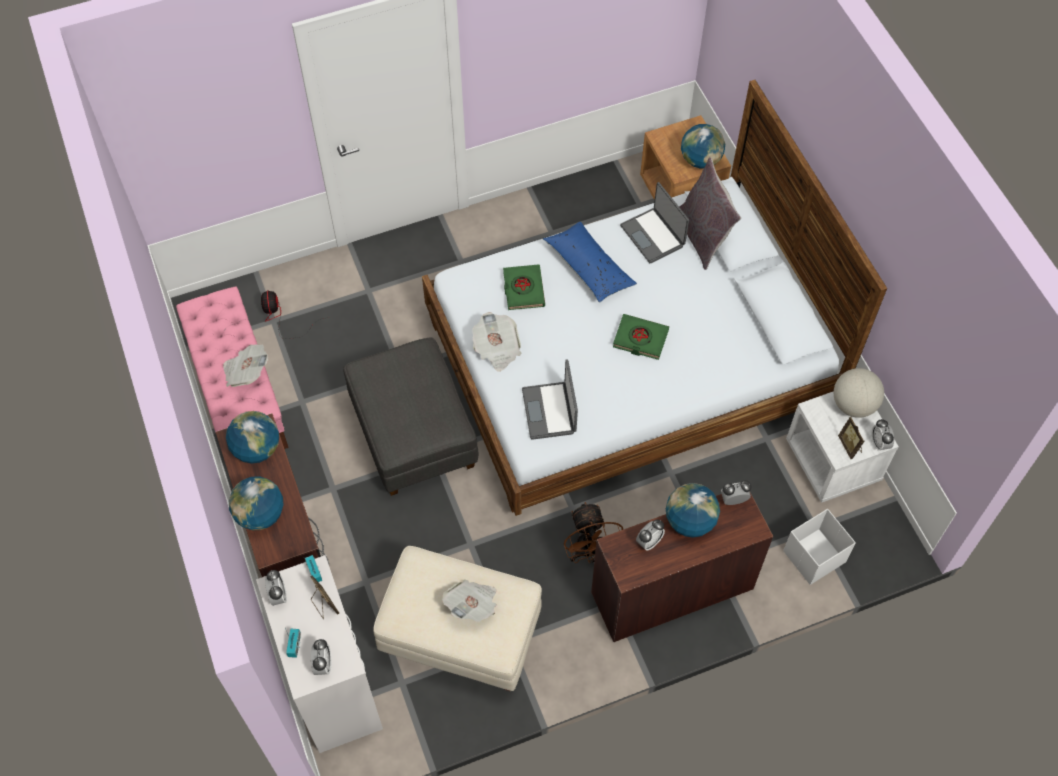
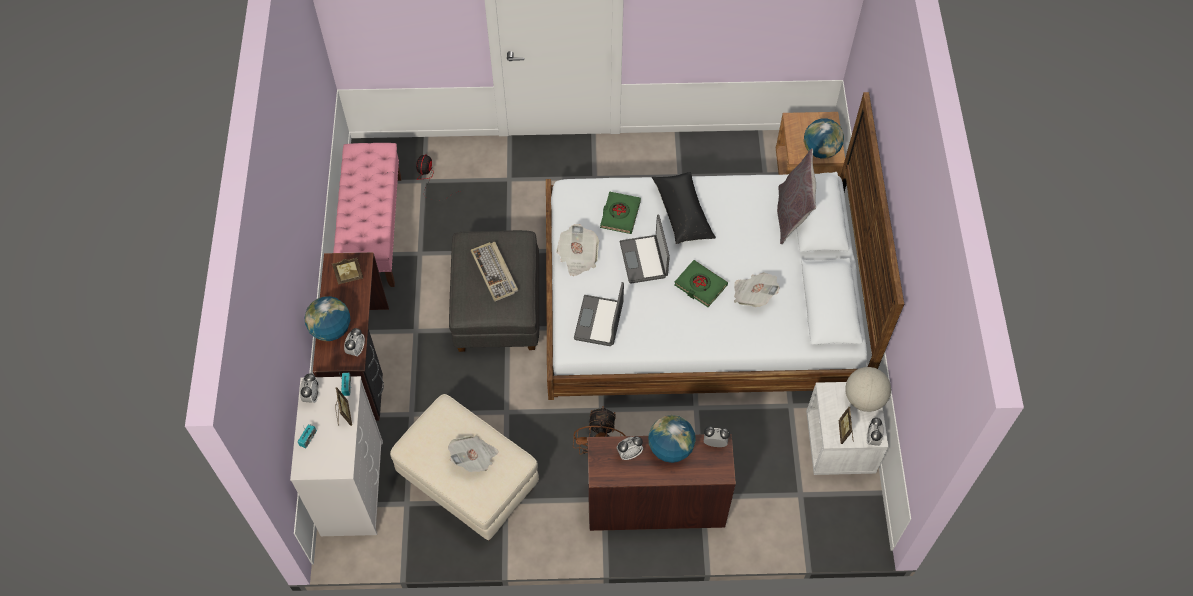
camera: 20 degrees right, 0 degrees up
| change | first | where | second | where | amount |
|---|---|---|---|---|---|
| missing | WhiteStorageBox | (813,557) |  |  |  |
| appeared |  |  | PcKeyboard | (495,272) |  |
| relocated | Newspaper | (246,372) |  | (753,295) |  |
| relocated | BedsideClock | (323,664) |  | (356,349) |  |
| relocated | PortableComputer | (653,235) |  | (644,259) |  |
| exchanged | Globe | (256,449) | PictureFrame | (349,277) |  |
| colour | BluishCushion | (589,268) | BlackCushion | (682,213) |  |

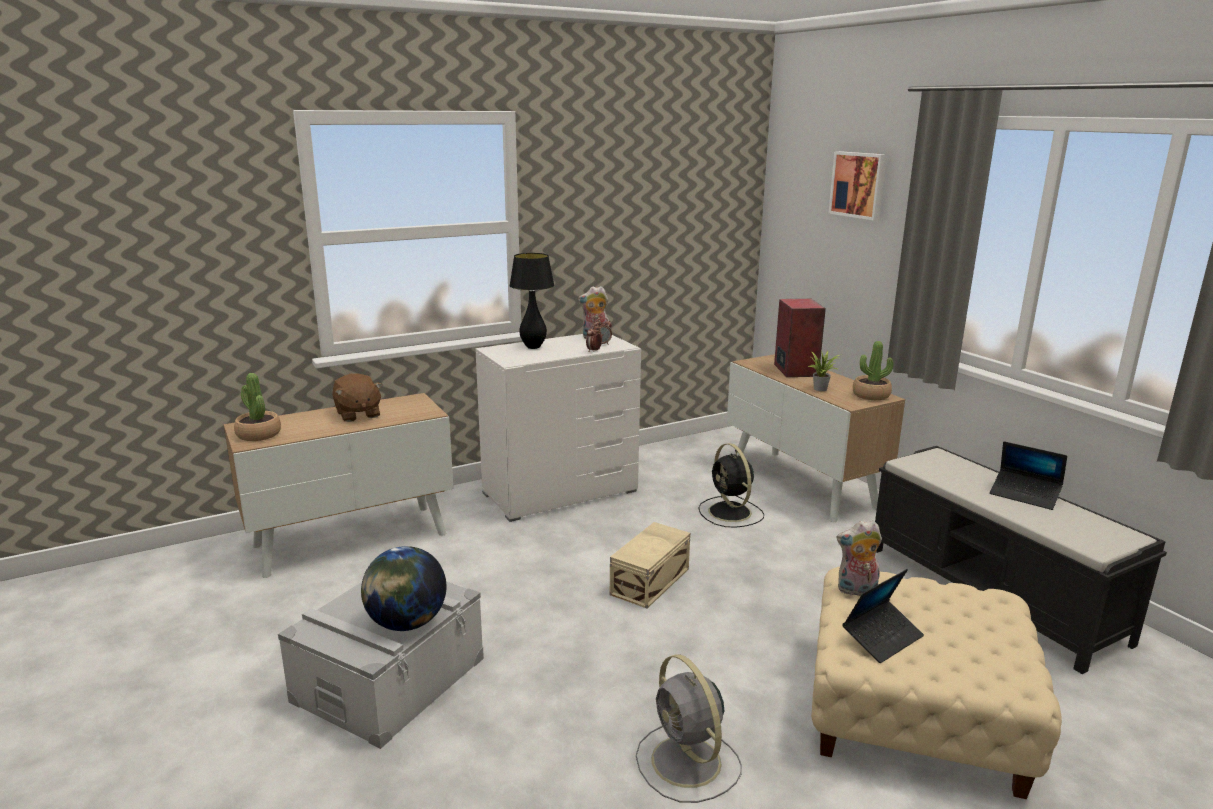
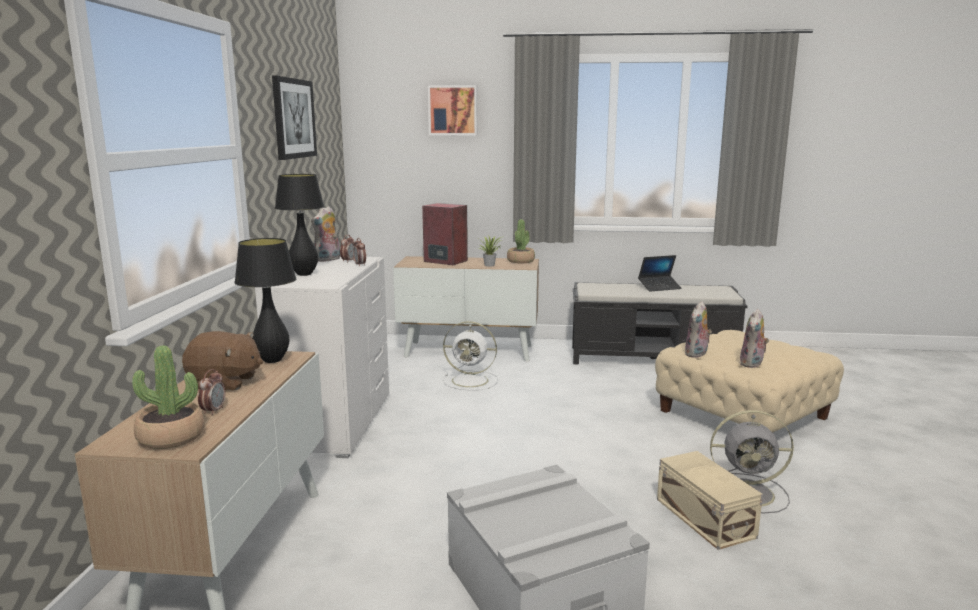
camera: 55 degrees left, 5 degrees down
| change | first | where | second | where | amount |
|---|---|---|---|---|---|
| missing | Globe | (406,623) |  |  |  |
| appeared |  |  | BedsideClock | (213,411) |  |
| appeared |  |  | BlackTabletopLamp | (273,360) |  |
| appeared |  |  | WallArt | (293,118) |  |
| relocated | BeigeColouredStorageBox | (652,581) |  | (705,517) |  |
| exchanged | PortableComputer | (882,637) | SoftToy | (752,364) |  |
| colour | BlackElectricFan | (730,513) | WhiteElectricFan | (471,381) |  |

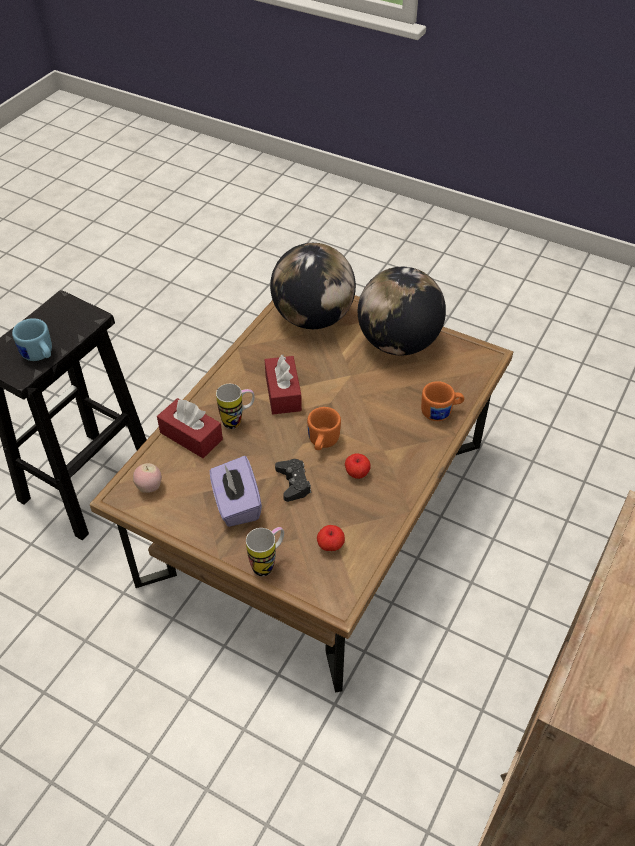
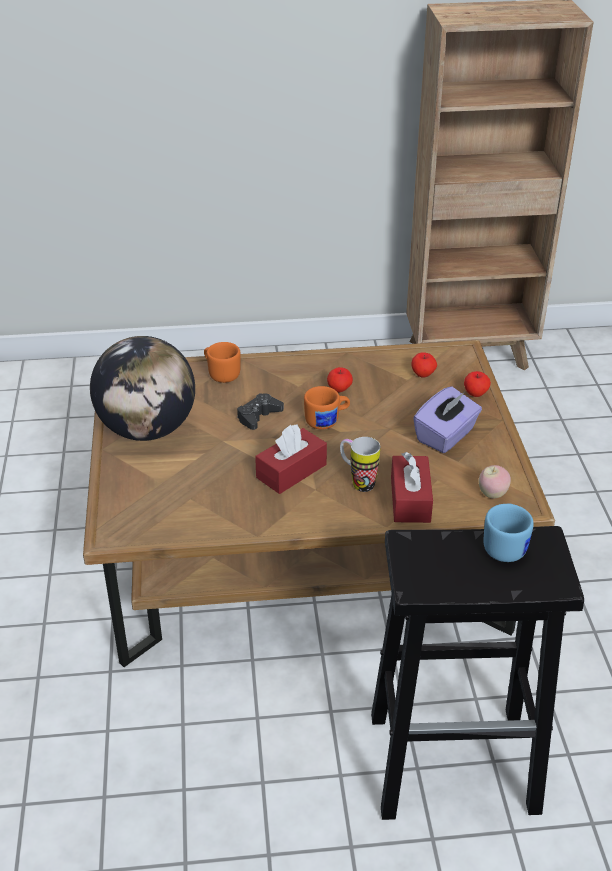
camera: 125 degrees left, 10 degrees down
| change | first | where | second | where | amount |
|---|---|---|---|---|---|
| missing | Globe | (313,318) |  |  |  |
| relocated | BlackGamepad | (293,483) |  | (258,416) |  |
| exchanged | TeaMug | (268,563) | Apple | (476,393) |  |

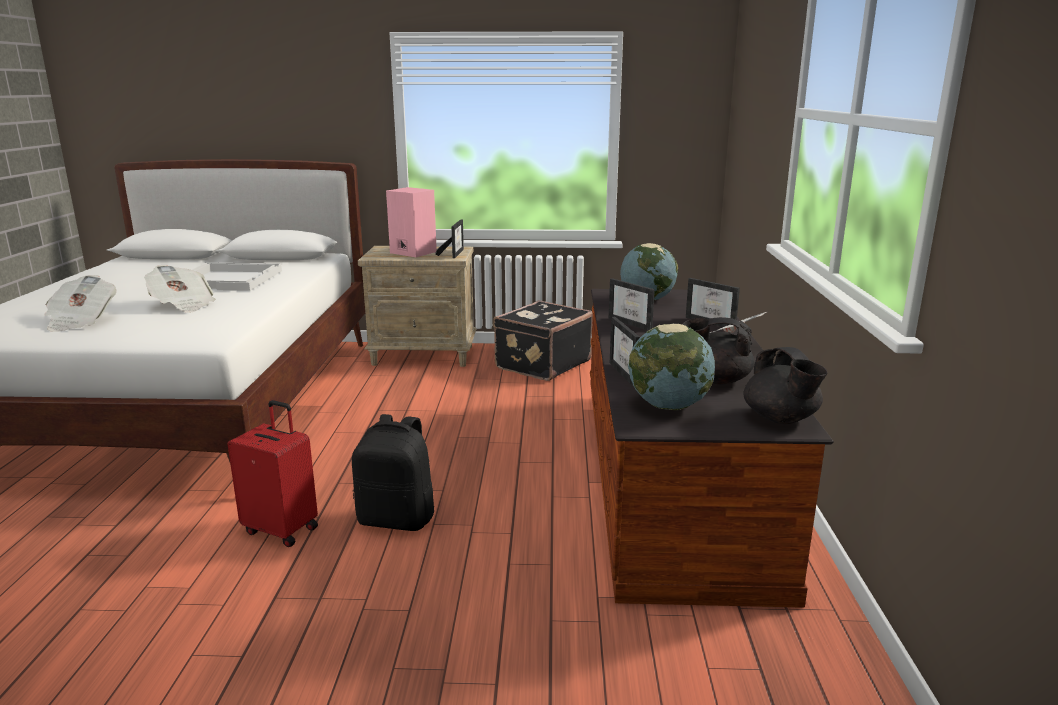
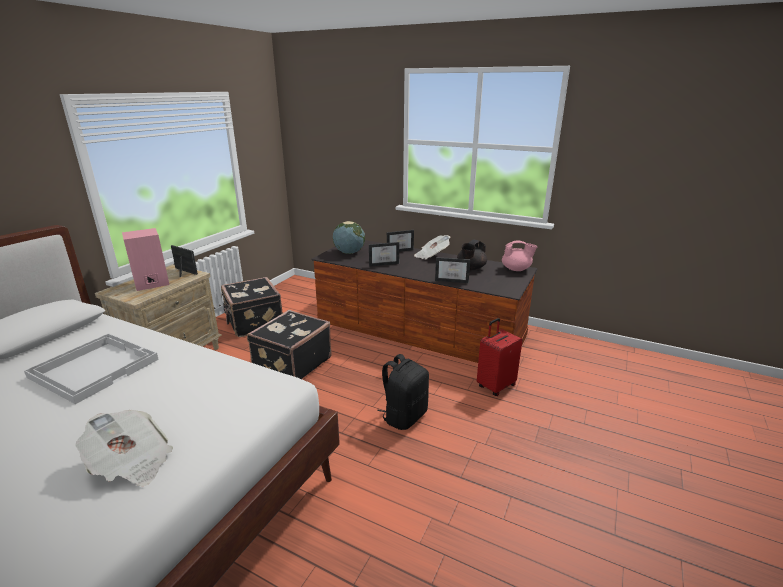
camera: 65 degrees left, 5 degrees up
| change | first | where | second | where | amount |
|---|---|---|---|---|---|
| missing | Newspaper | (183,305) |  |  |  |
| missing | Globe | (668,406) |  |  |  |
| appeared |  |  | BlackTravelCase | (291,364) |  |
| relocated | RedColouredTravelCase | (282,529) |  | (495,386) |  |
| colour | BlackPotForTea | (781,419) | PinkPotForTea | (516,269) |  |

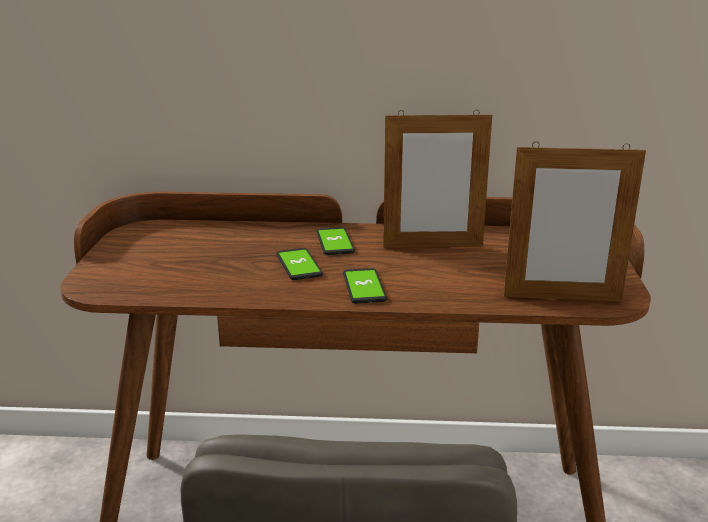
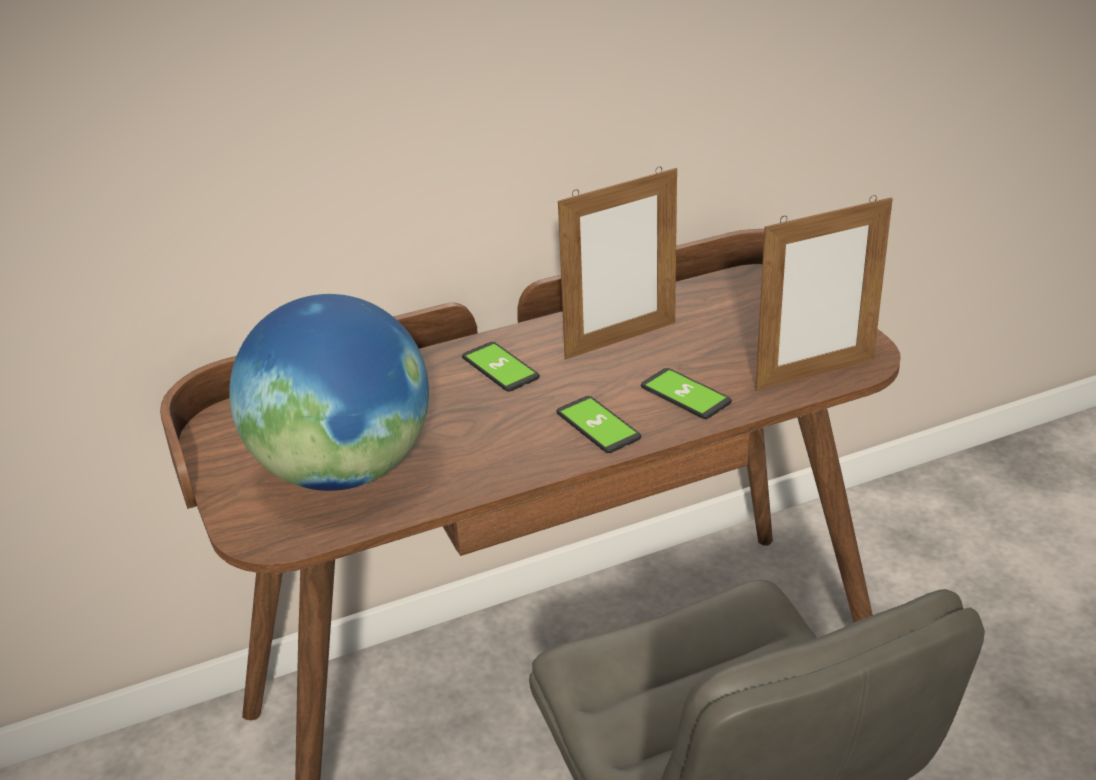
camera: 25 degrees left, 10 degrees up
| change | first | where | second | where | amount |
|---|---|---|---|---|---|
| appeared |  |  | Globe | (343,470) |  |
| relocated | Telephone | (299,265) |  | (685,395) |  |

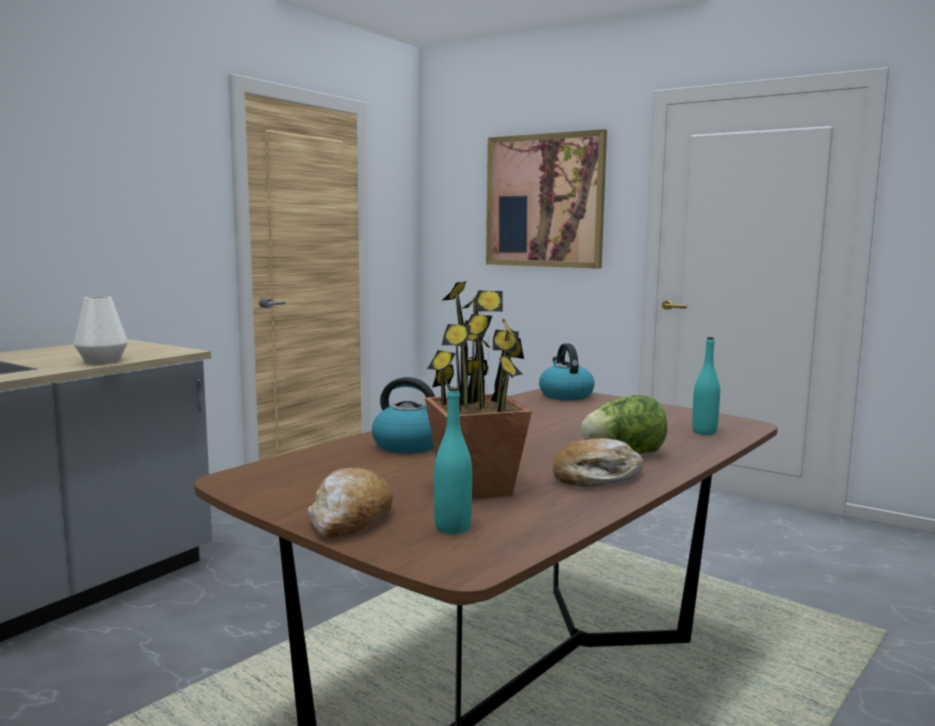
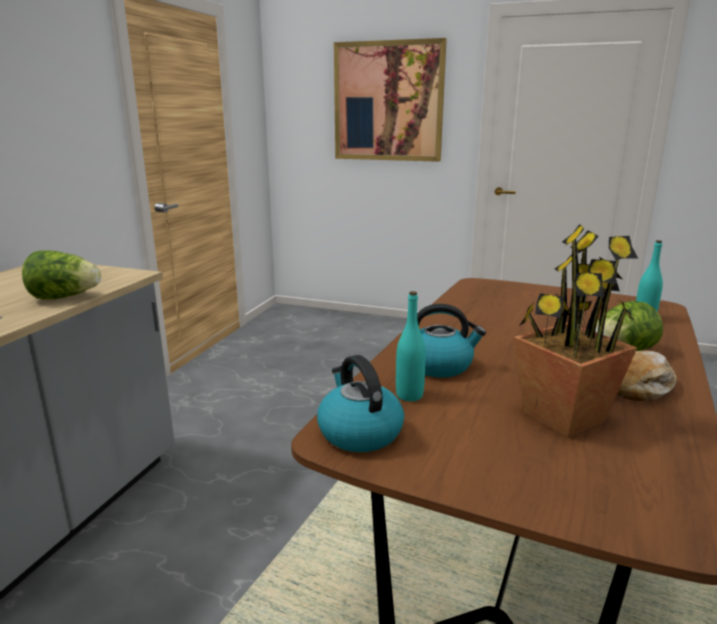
camera: 15 degrees left, 10 degrees up
| change | first | where | second | where | amount |
|---|---|---|---|---|---|
| missing | BakedBread | (350,518) |  |  |  |
| relocated | TurquoiseBottle | (452,528) |  | (409,395) |  |
| relocated | TeaKettle | (565,395) |  | (359,432) |  |
| exchanged | WhiteDecorativeVase | (102,361) | HeadOfLettuce | (65,297) |  |

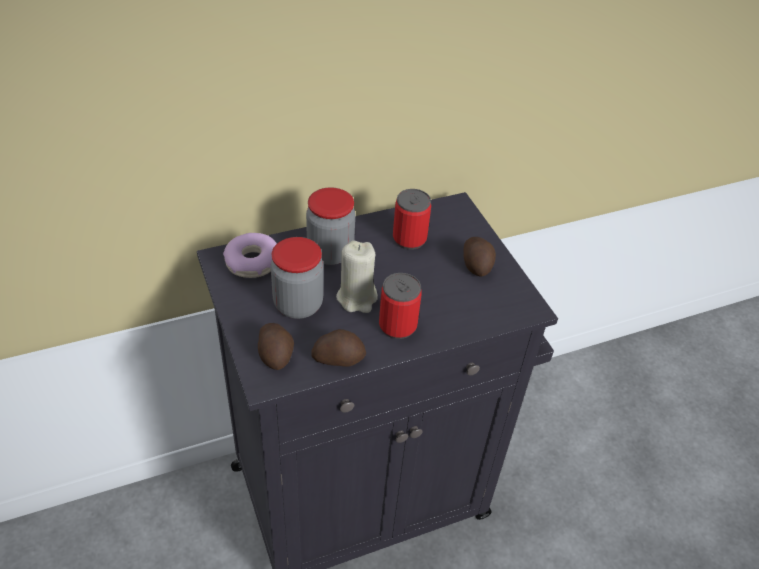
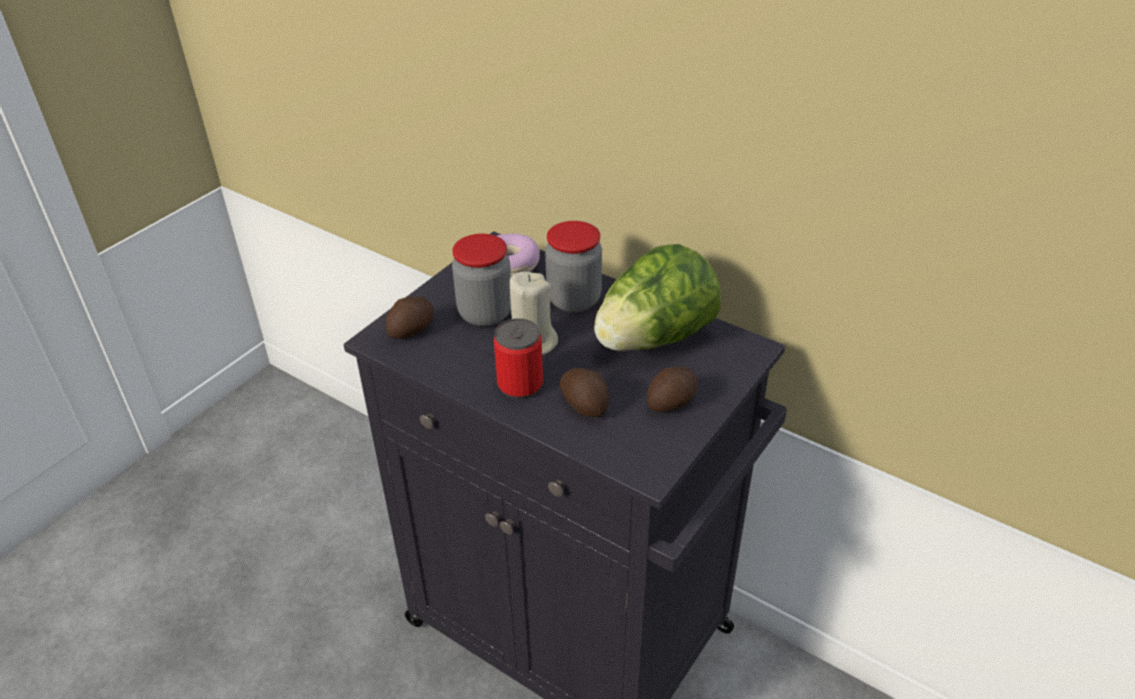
camera: 60 degrees right, 5 degrees down
| change | first | where | second | where | amount |
|---|---|---|---|---|---|
| relocated | WholePotato | (338,358) |  | (585,403) |  |
| exchanged | MetalCan | (409,239) | HeadOfLettuce | (654,338) |  |

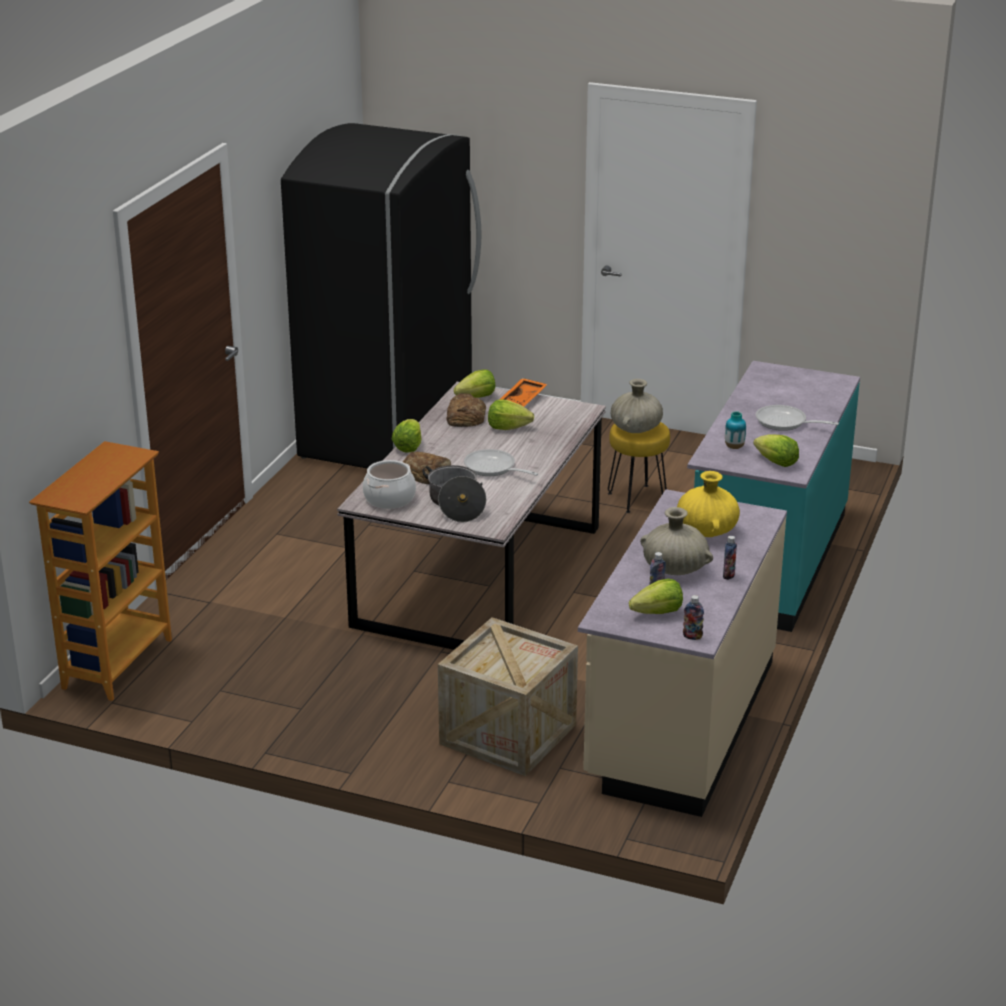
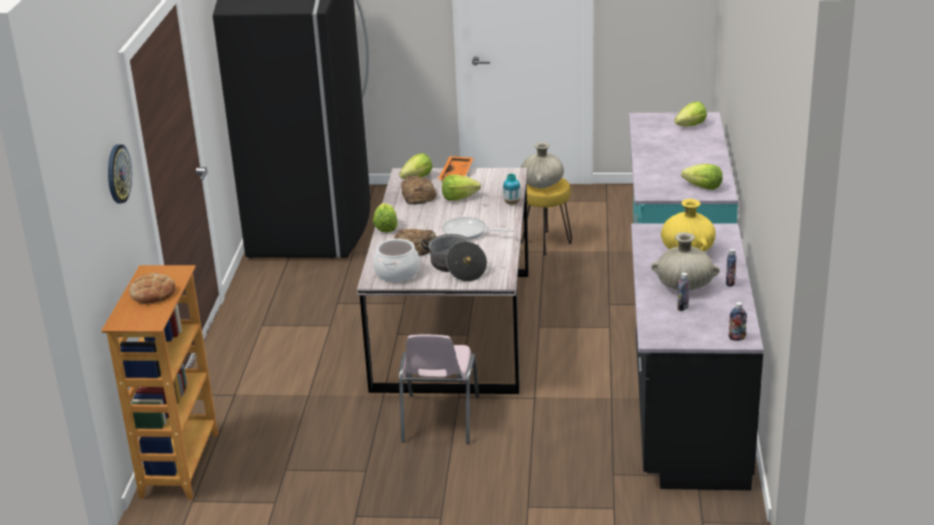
camera: 15 degrees left, 0 degrees up
| change | first | where | second | where | amount |
|---|---|---|---|---|---|
| missing | Crate | (508,734) |  |  |  |
| missing | Skillet | (785,423) |  |  |  |
| appeared |  |  | ClockOnTheWall | (118,173) |  |
| appeared |  |  | BakedBread | (153,293) |  |
| appeared |  |  | PinkChair | (439,420) |  |
| relocated | HeadOfLettuce | (658,613) |  | (691,125) |  |
| relocated | DecorativeVase | (734,447) |  | (512,203) |  |
| colour | BeigeColouredKitchenCounter | (679,722) | BlackKitchenCounter | (686,415) |  |

